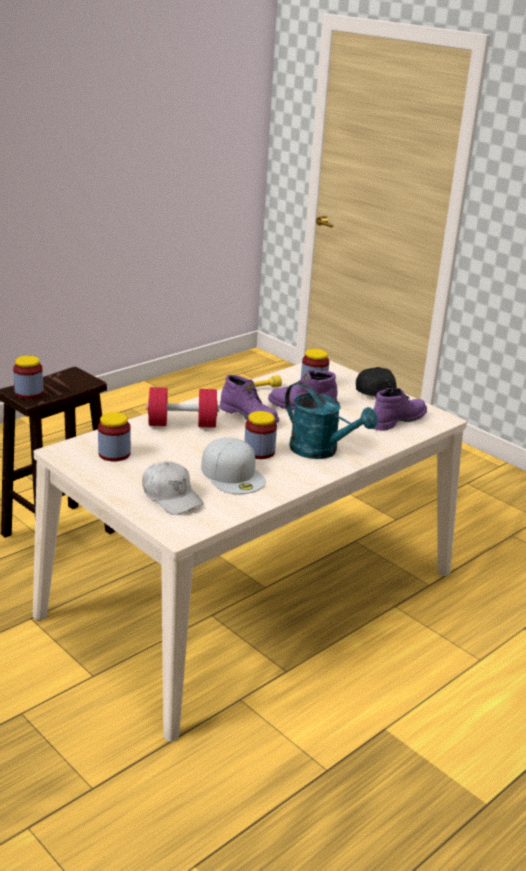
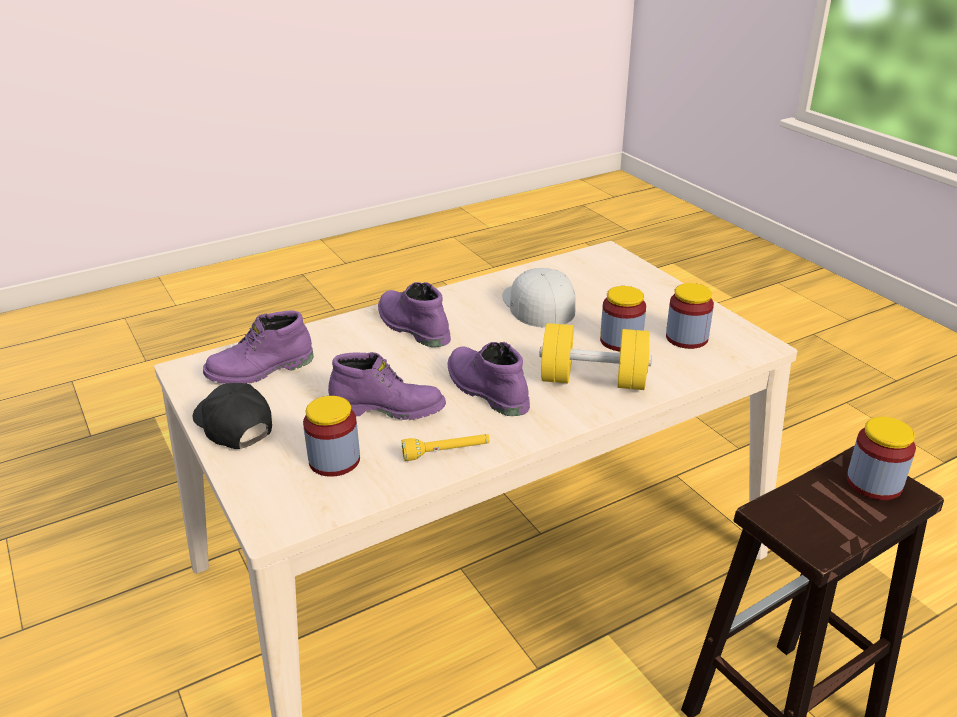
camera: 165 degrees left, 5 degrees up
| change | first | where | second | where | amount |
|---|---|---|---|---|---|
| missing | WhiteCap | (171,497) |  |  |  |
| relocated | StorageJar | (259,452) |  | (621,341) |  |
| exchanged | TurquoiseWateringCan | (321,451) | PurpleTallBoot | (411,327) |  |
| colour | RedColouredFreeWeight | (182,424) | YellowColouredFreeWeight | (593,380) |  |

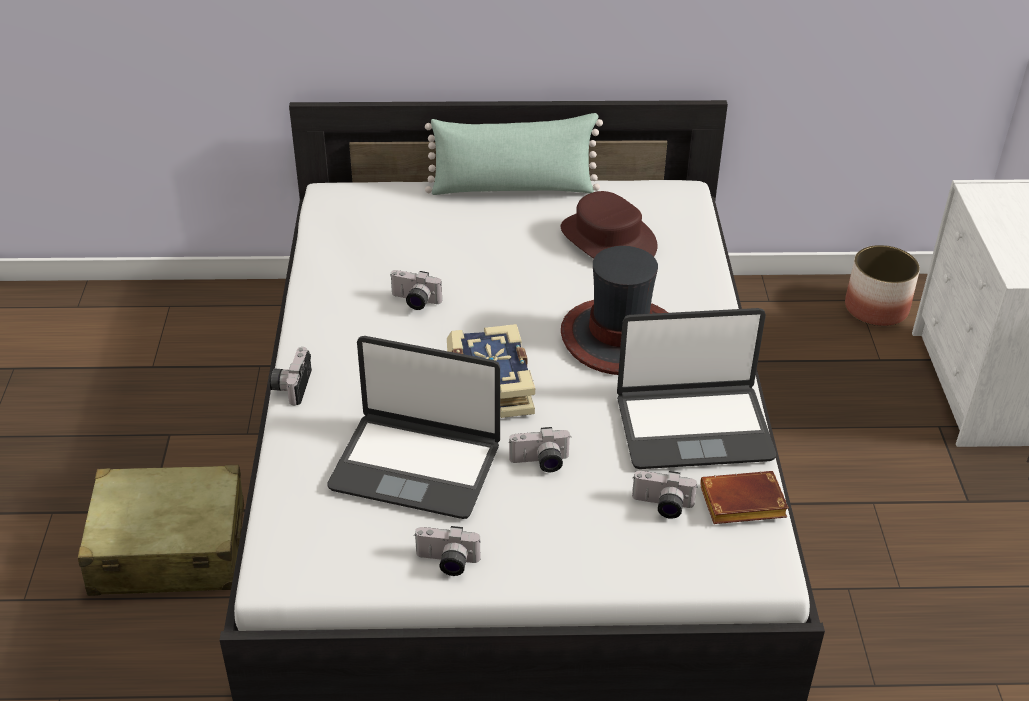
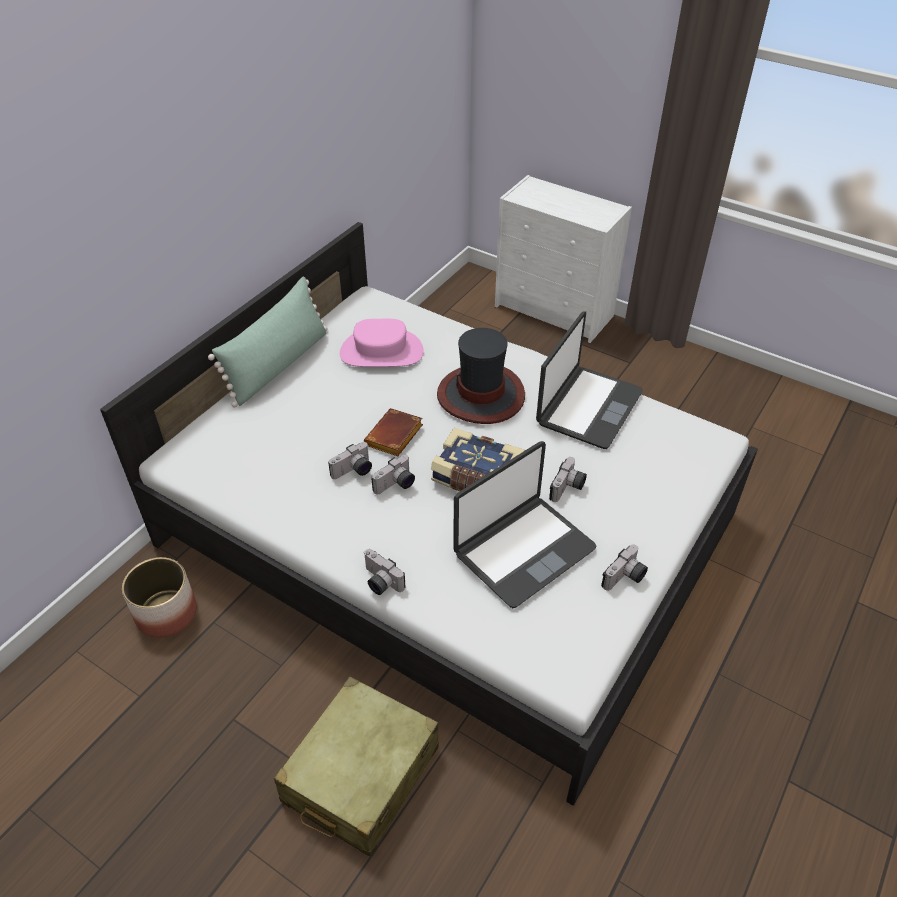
camera: 55 degrees left, 5 degrees up
| change | first | where | second | where | amount |
|---|---|---|---|---|---|
| relocated | PhotoCamera | (662,506) |  | (396,485) |  |
| relocated | BrownColouredBook | (740,505) |  | (394,437) |  |
| relocated | FlowerPot | (876,308) |  | (166,613) |  |
| colour | BrownColouredHat | (607,240) | PinkHat | (381,352) |  |

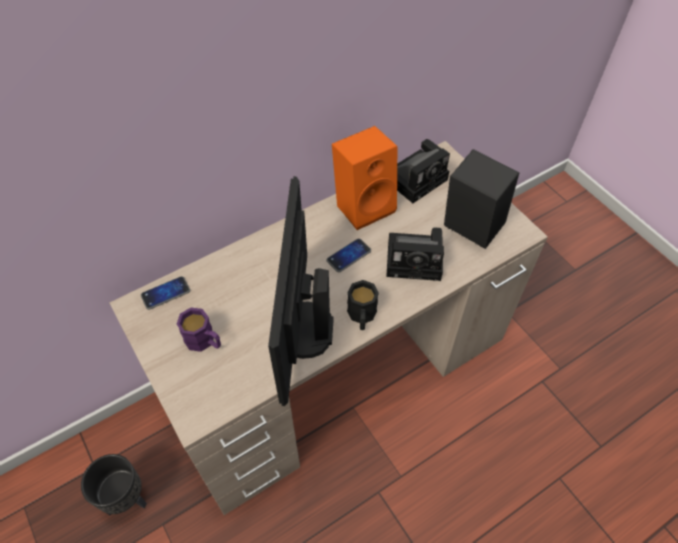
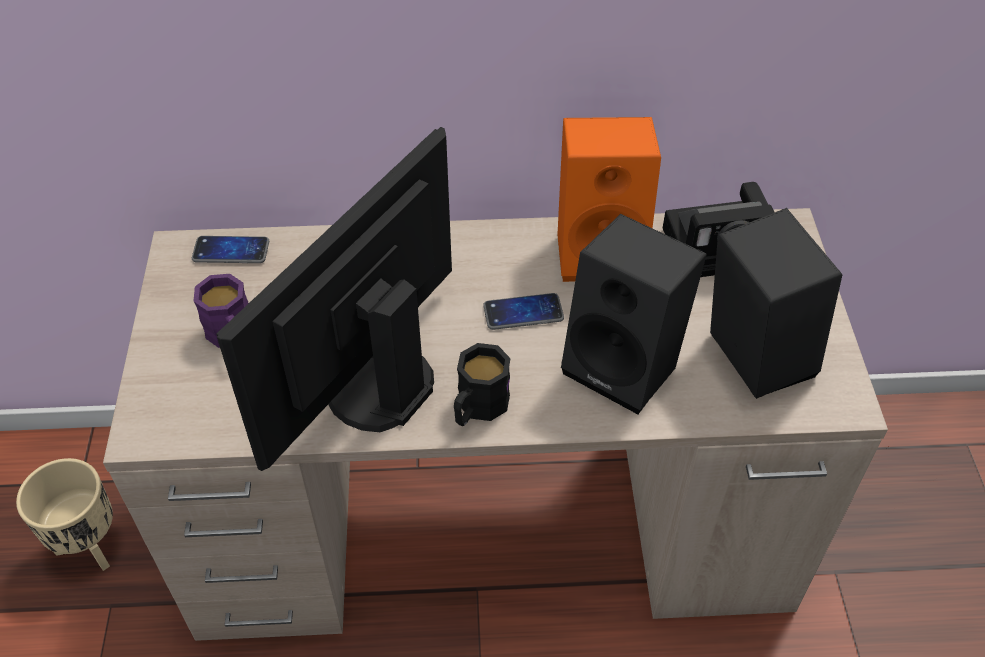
camera: 30 degrees right, 5 degrees down
| change | first | where | second | where | amount |
|---|---|---|---|---|---|
| exchanged | PhotoCamera | (416,260) | BlackLoudspeaker | (626,366) |  |
| colour | BlackFlowerPot | (126,499) | BeigeColouredFlowerPot | (89,546) |  |

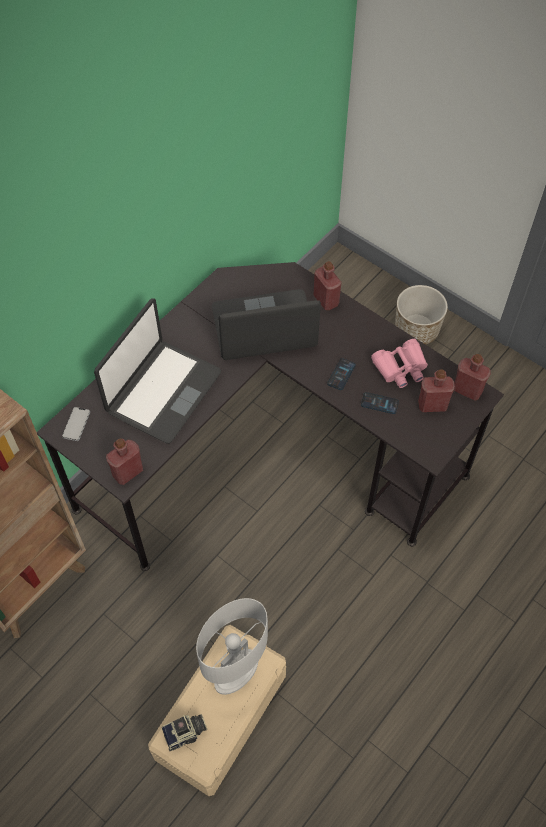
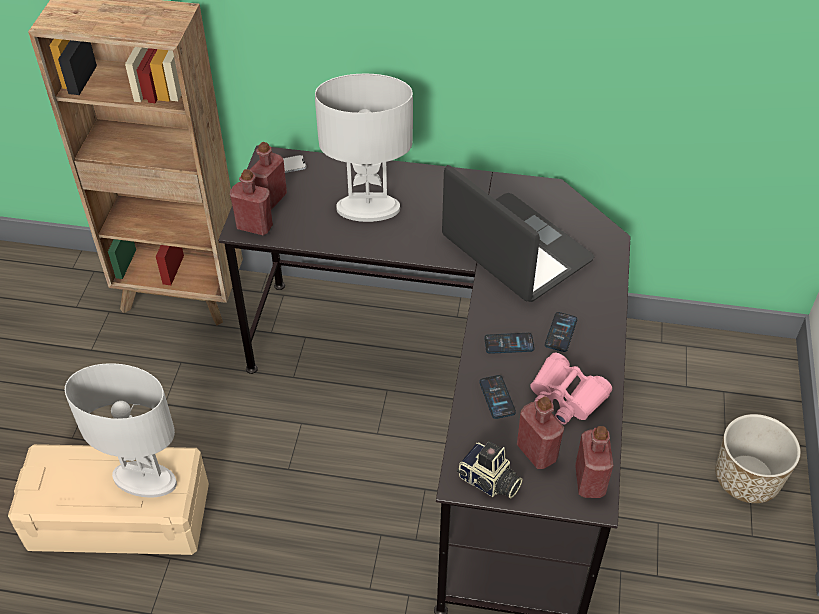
camera: 60 degrees right, 10 degrees down
| change | first | where | second | where | amount |
|---|---|---|---|---|---|
| appeared |  |  | Telephone | (561,332) |  |
| relocated | PhotoCamera | (186,734) |  | (489,482) |  |
| relocated | RedColouredBottle | (326,300) |  | (270,199) |  |
| exchanged | PortableComputer | (162,392) | WhiteTabletopLamp | (368,208) |  |

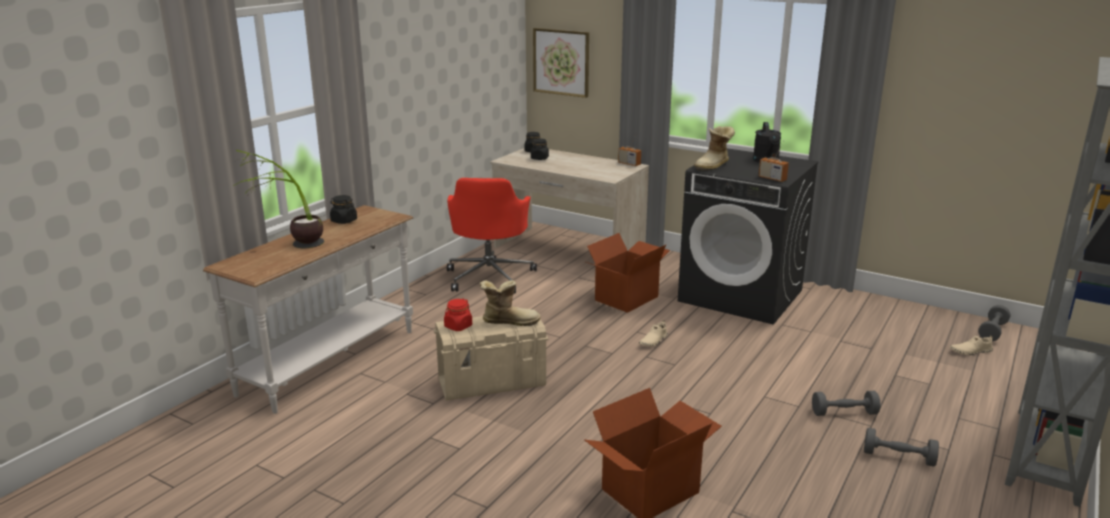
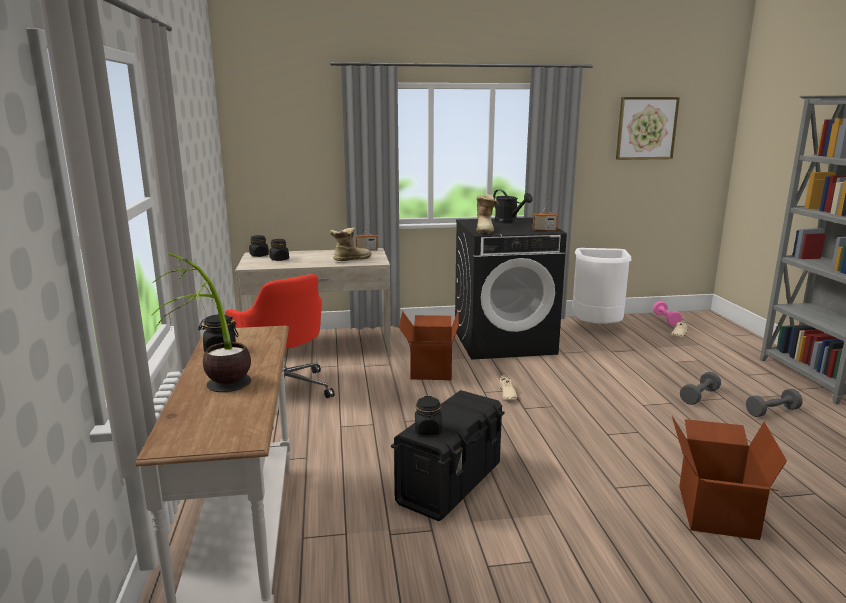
camera: 40 degrees left, 5 degrees down
| change | first | where | second | where | amount |
|---|---|---|---|---|---|
| appeared |  |  | WhiteWasteBin | (597,328) |  |
| relocated | TallBoot | (509,321) |  | (350,260) |  |
| relocated | WallArt | (561,62) |  | (646,128) |  |
| colour | BeigeColouredStorageBox | (492,383) | BlackStorageBox | (450,483) |  |
| colour | RedColouredStorageJar | (458,326) | BlackStorageJar | (428,430) |  |
| colour | GrayFreeWeight | (992,331) | PinkFreeWeight | (666,320) |  |

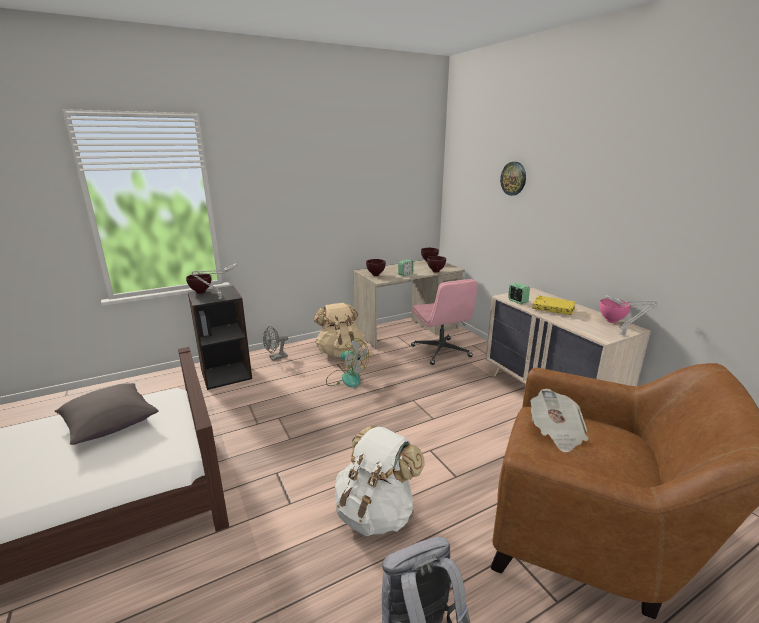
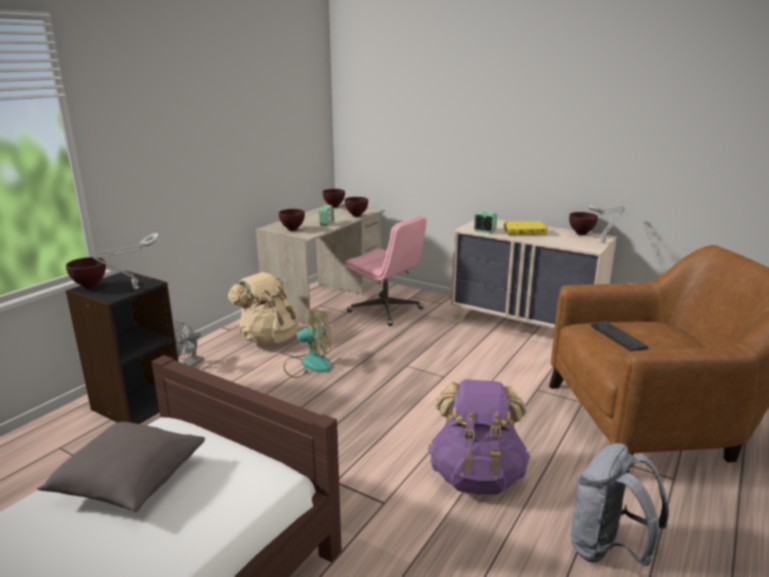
camera: 30 degrees left, 0 degrees up
| change | first | where | second | where | amount |
|---|---|---|---|---|---|
| missing | ClockOnTheWall | (513,178) |  |  |  |
| exchanged | Newspaper | (556,433) | PcKeyboard | (618,337) |  |
| colour | WhiteKnapsack | (376,512) | PurpleKnapsack | (476,475) |  |
| colour | PinkServingBowl | (612,321) | BrownColouredServingBowl | (581,234) |  |

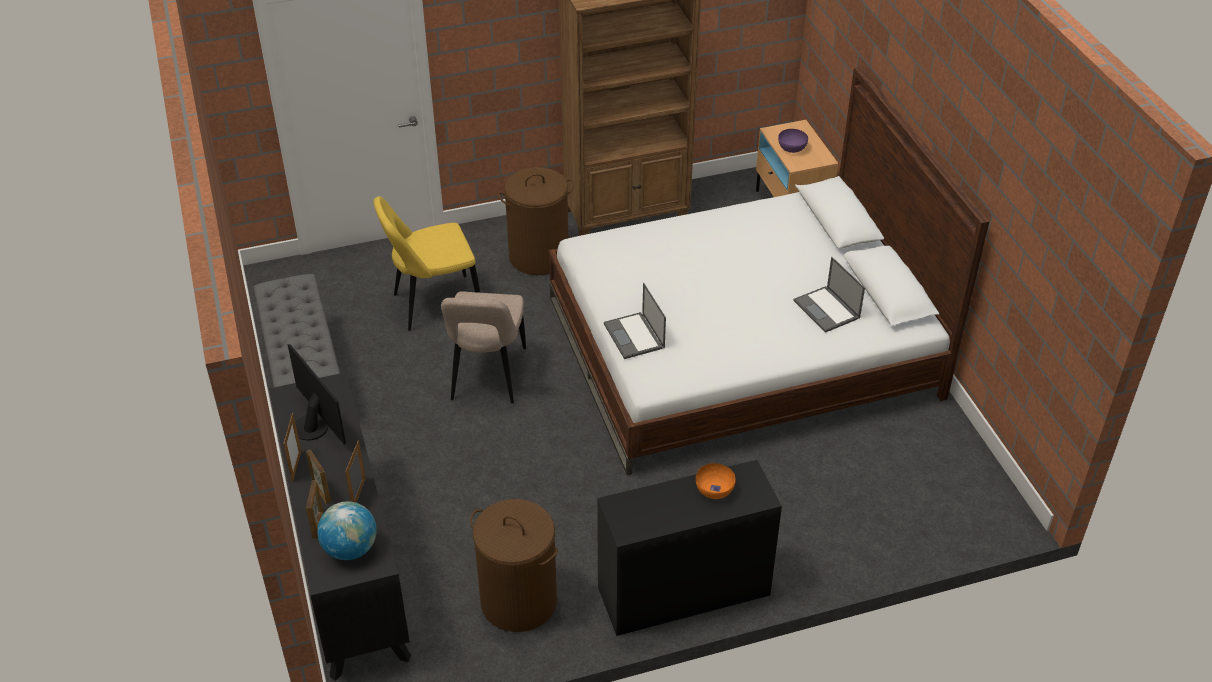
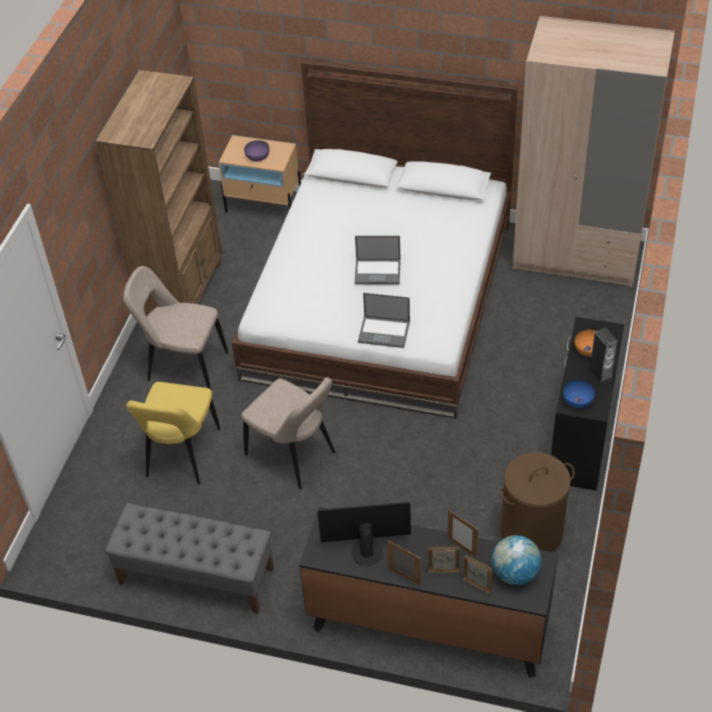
camera: 55 degrees left, 5 degrees up
| change | first | where | second | where | amount |
|---|---|---|---|---|---|
| appeared |  |  | BeigeColouredClothesCupboard | (577,257) |  |
| appeared |  |  | BluishServingBowl | (577,400) |  |
| appeared |  |  | Loudspeaker | (600,374) |  |
| relocated | PortableComputer | (827,310) |  | (378,271) |  |
| exchanged | BrownColouredLaundryBasket | (539,256) | BeigeColouredChair | (184,366) |  |

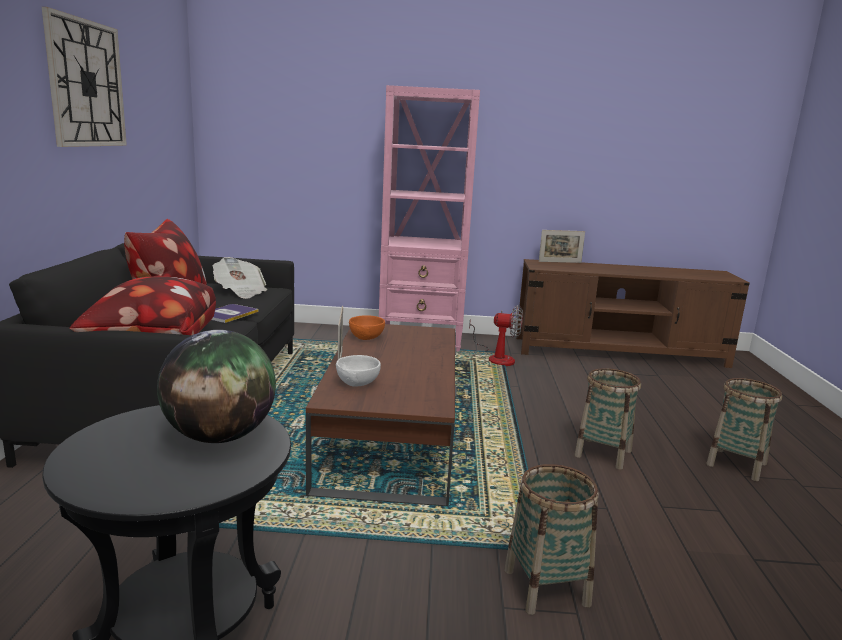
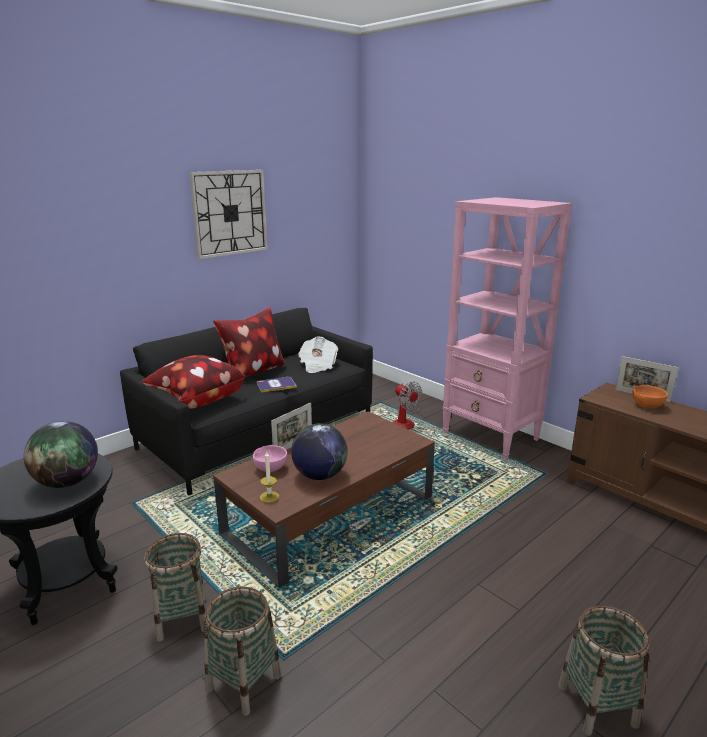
camera: 45 degrees right, 5 degrees up
| change | first | where | second | where | amount |
|---|---|---|---|---|---|
| appeared |  |  | WaxLight | (269,497) |  |
| appeared |  |  | Globe | (319,475) |  |
| relocated | OrangeColouredServingBowl | (365,338) |  | (646,406) |  |
| relocated | ElectricFan | (495,358) |  | (405,421) |  |
| relocated | HouseholdBasket | (603,453) |  | (182,618) |  |
| colour | WhiteServingBowl | (357,383) | PinkServingBowl | (270,468) |  |

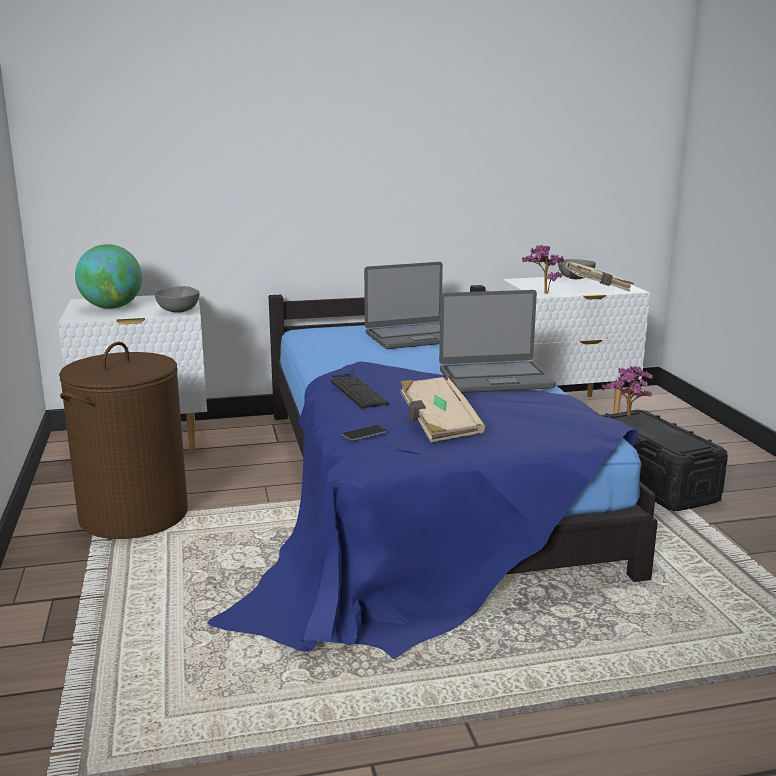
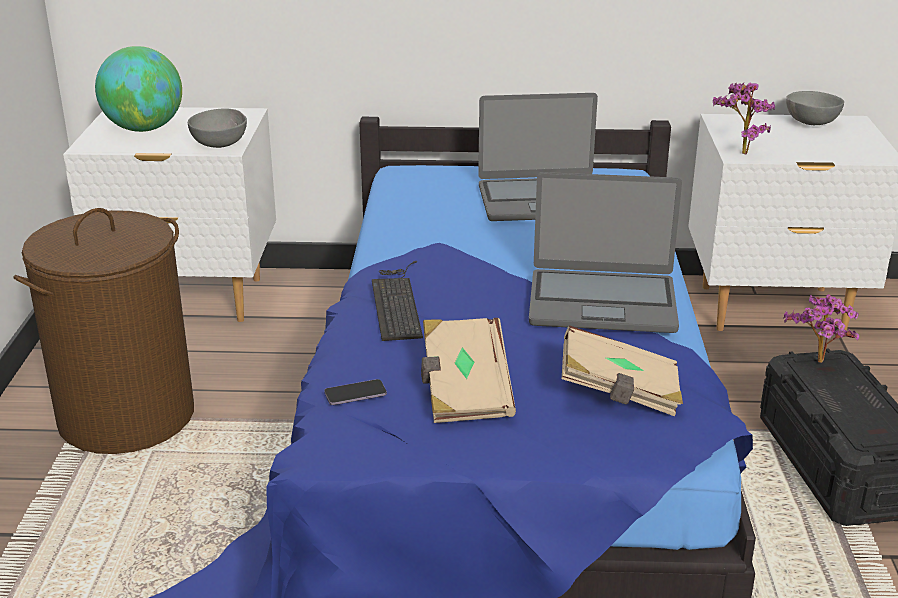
camera: 15 degrees right, 10 degrees up
| change | first | where | second | where | amount |
|---|---|---|---|---|---|
| relocated | BeigeColouredBook | (598,289) |  | (619,393) |  |

